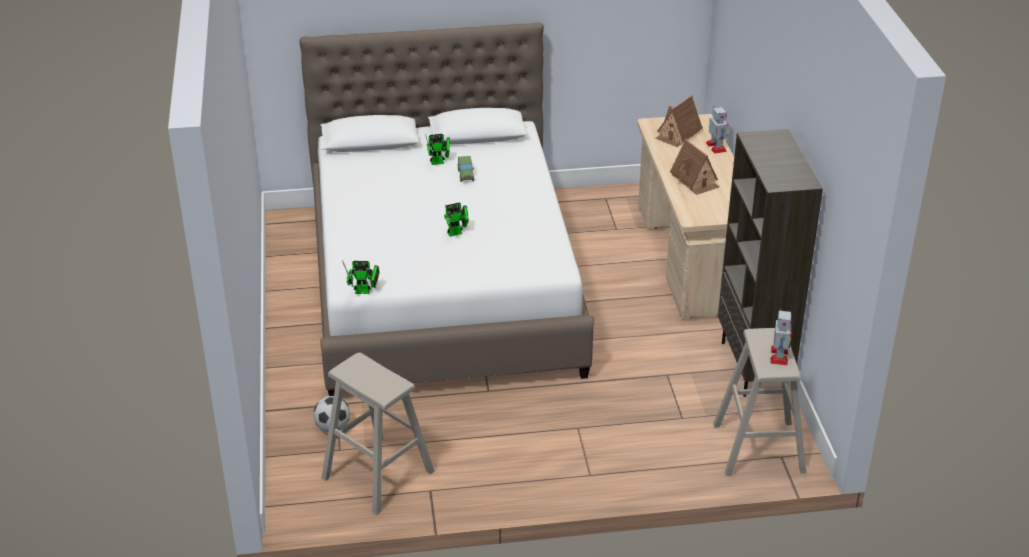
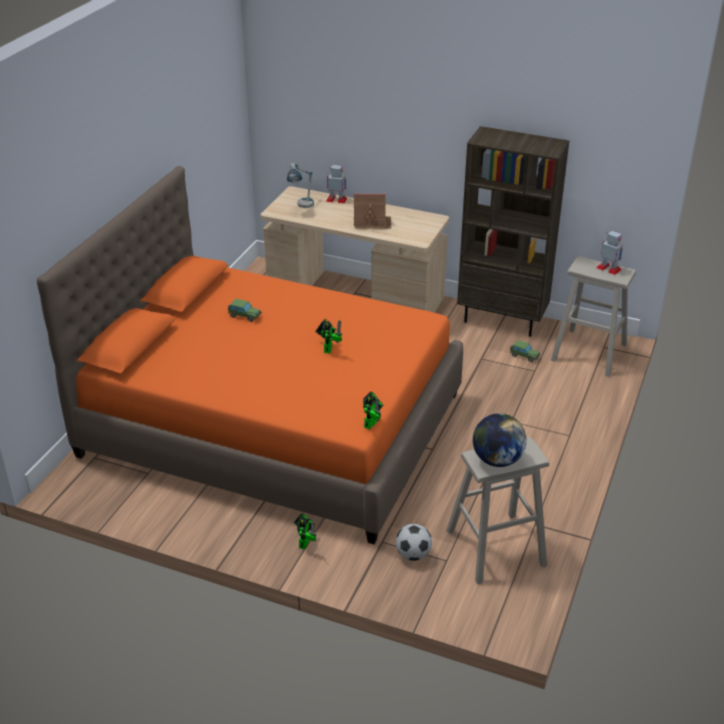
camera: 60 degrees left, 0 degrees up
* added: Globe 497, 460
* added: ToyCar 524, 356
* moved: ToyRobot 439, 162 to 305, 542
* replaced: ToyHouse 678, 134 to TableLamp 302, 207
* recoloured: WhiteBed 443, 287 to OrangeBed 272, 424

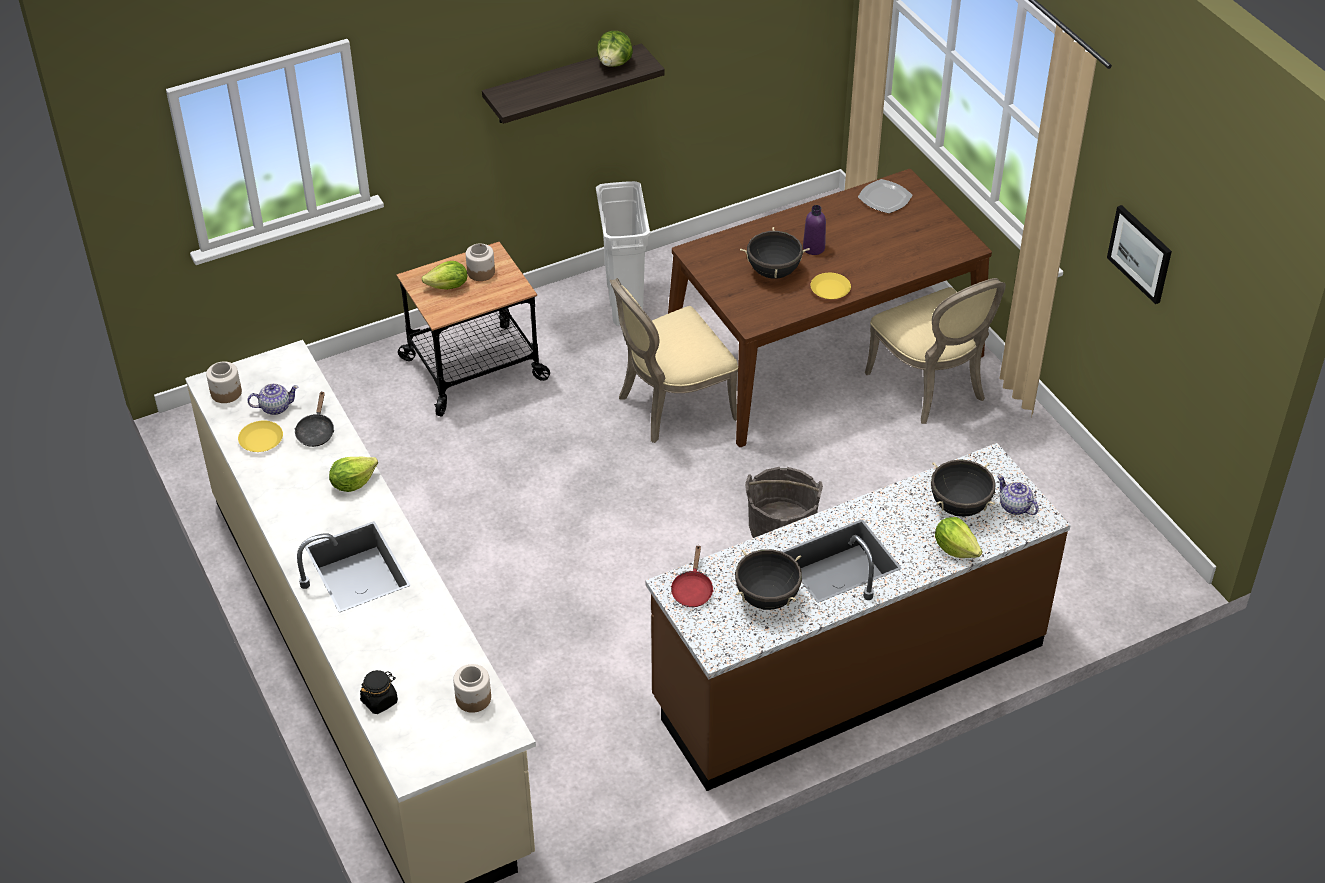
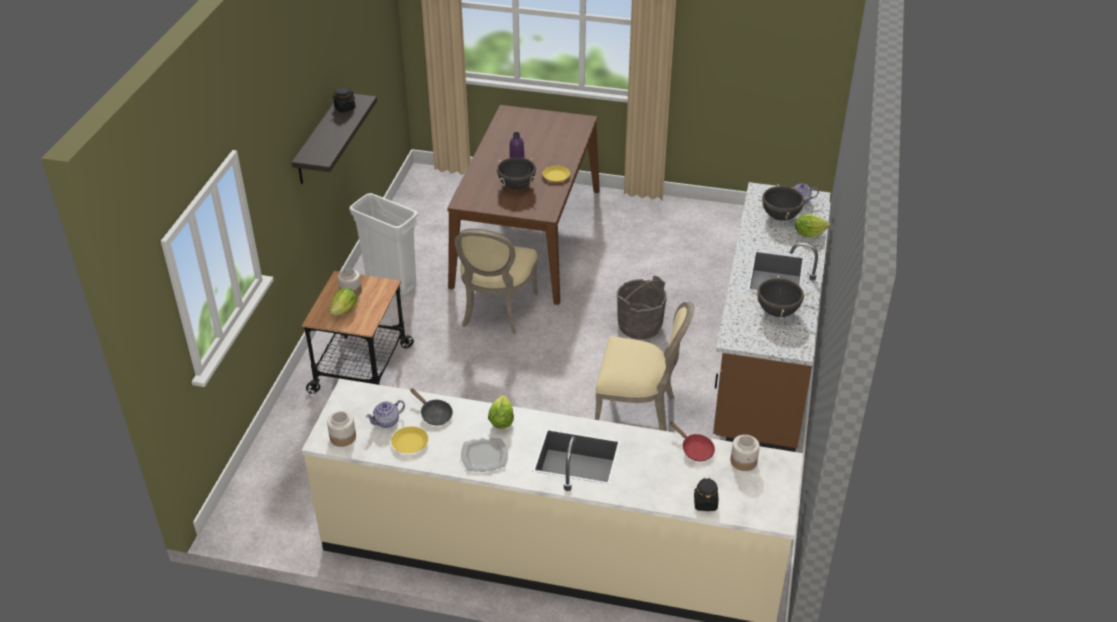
camera: 50 degrees left, 5 degrees down
* removed: Picture 1140, 253
* moved: RedFryingPan 692, 590 to 694, 449
* moved: Plate 884, 198 to 484, 456
* moved: BeigeChair 931, 387 to 638, 412
* replaced: Lettuce 615, 63 to BlackJar 344, 108
* turned: Teapot 275, 407 = 387, 421 150 degrees counterclockwise

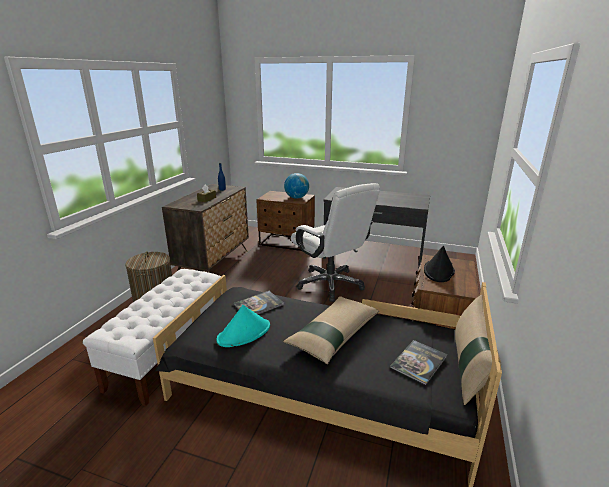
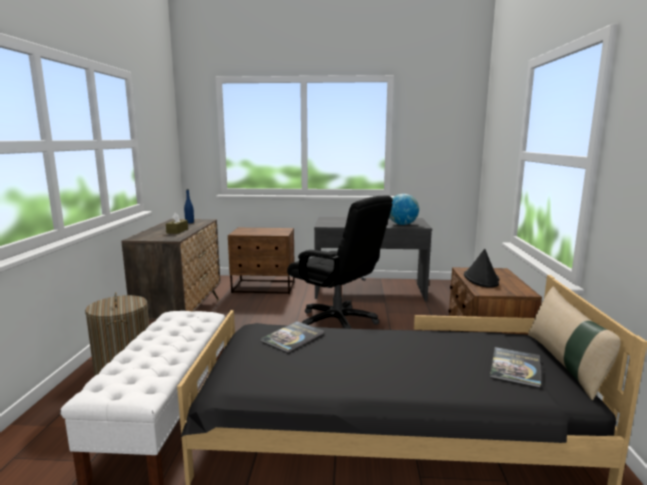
camera: 15 degrees left, 10 degrees down
* removed: TurquoiseHat 244, 333
* removed: BeigePillow 333, 335
* moved: Globe 296, 197 to 402, 224
* recoloured: WhiteOfficeChair 330, 284 to BlackOfficeChair 338, 322

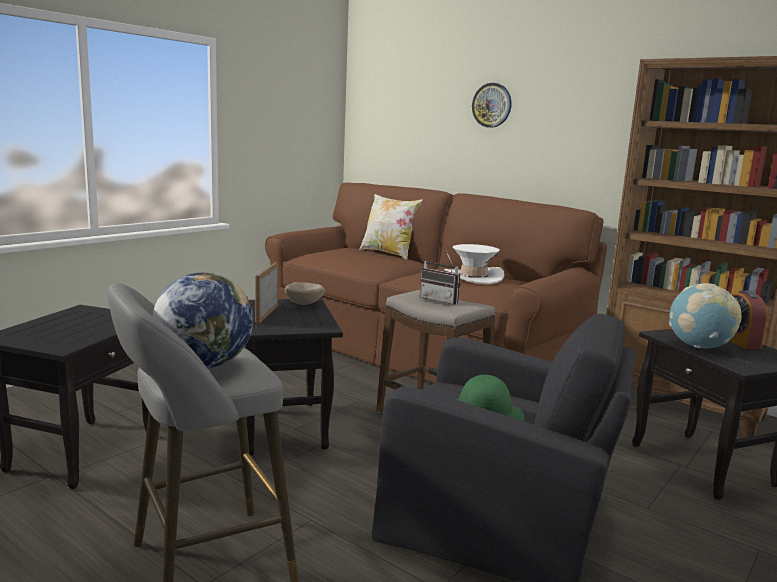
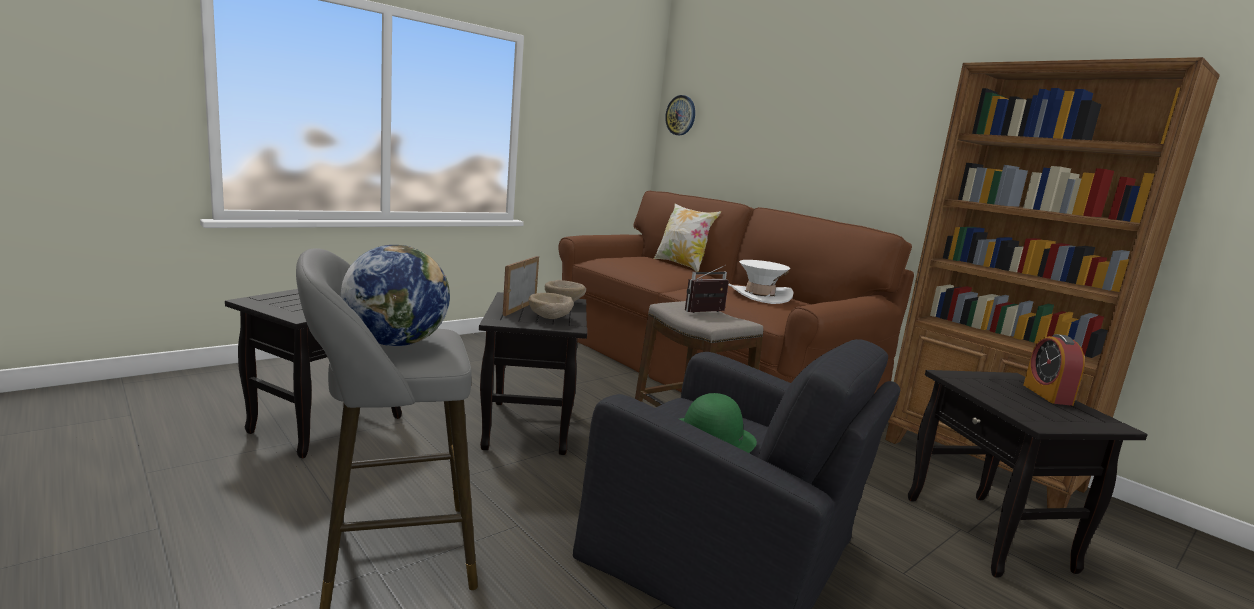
camera: 10 degrees right, 0 degrees up
* removed: Globe 699, 347
* added: BeigeBowl 549, 318
* moved: WallClock 492, 105 to 681, 115
* turned: Radio 441, 300 = 707, 313 105 degrees clockwise

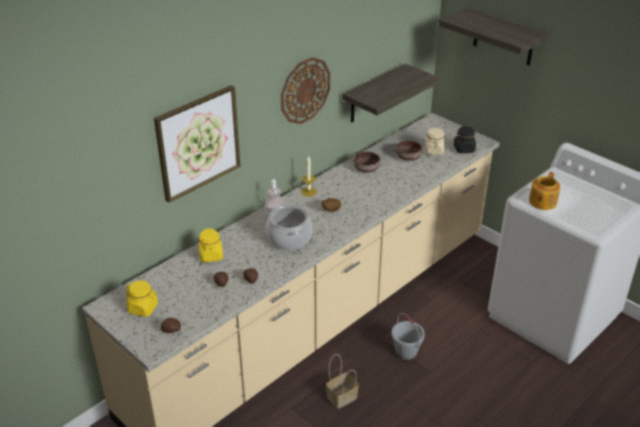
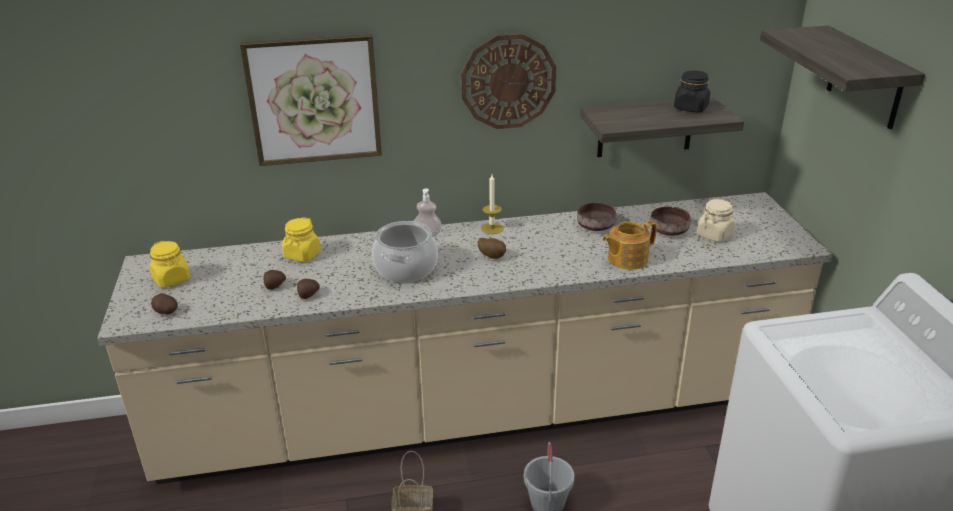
camera: 35 degrees right, 5 degrees down
* moved: BlackJar 464, 149 to 691, 108
* moved: Teapot 542, 202 to 626, 259

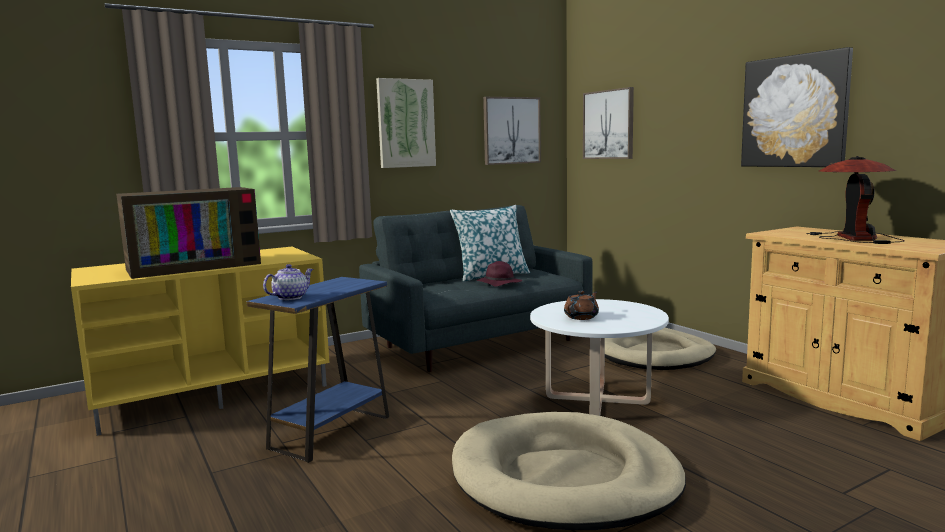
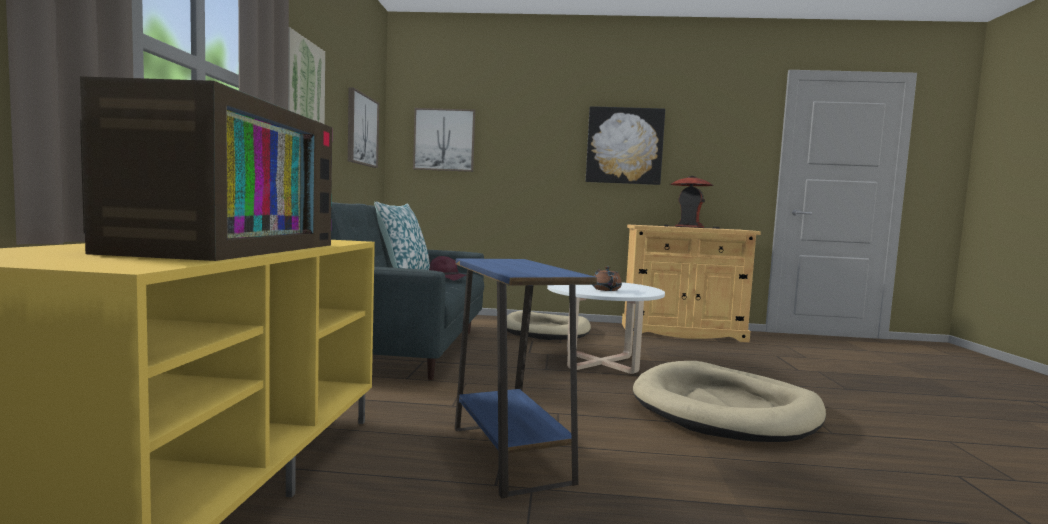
camera: 55 degrees left, 5 degrees down
* removed: Teapot 290, 297

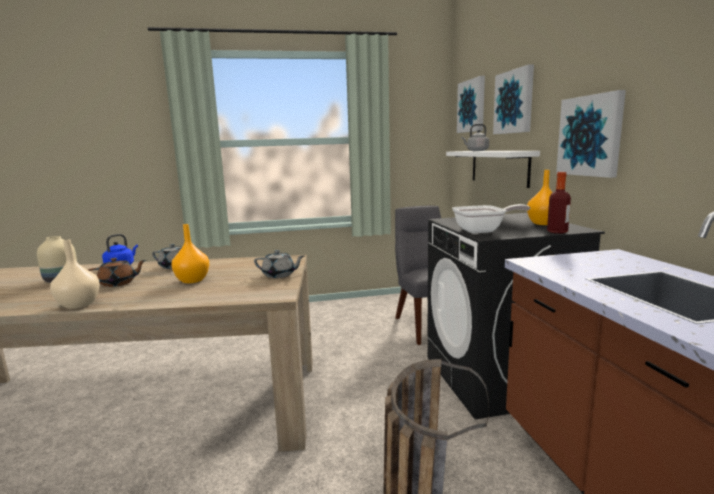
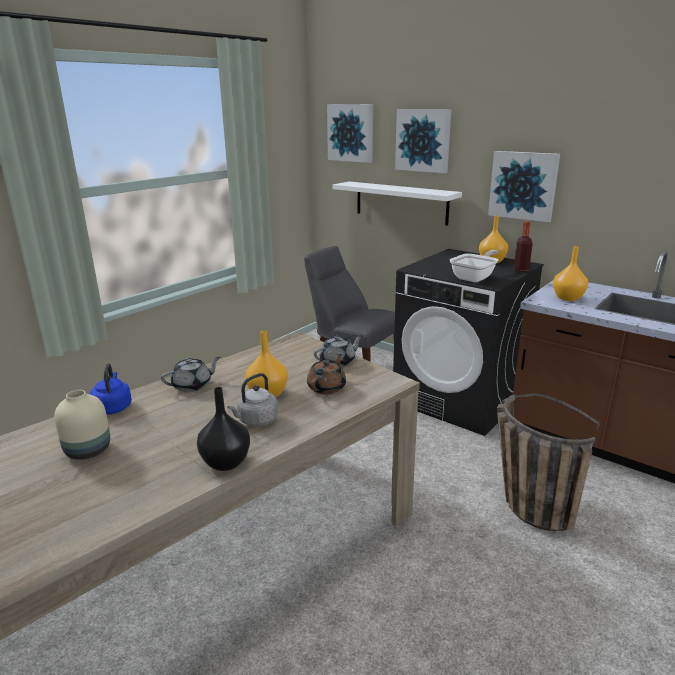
camera: 40 degrees left, 10 degrees up
* added: OrangeVase 568, 298
* moved: BrownTeapot 118, 283 to 327, 387
* moved: GreyKettle 476, 151 to 256, 421
* recoloured: BeigeVase 78, 305 to BlackVase 224, 463

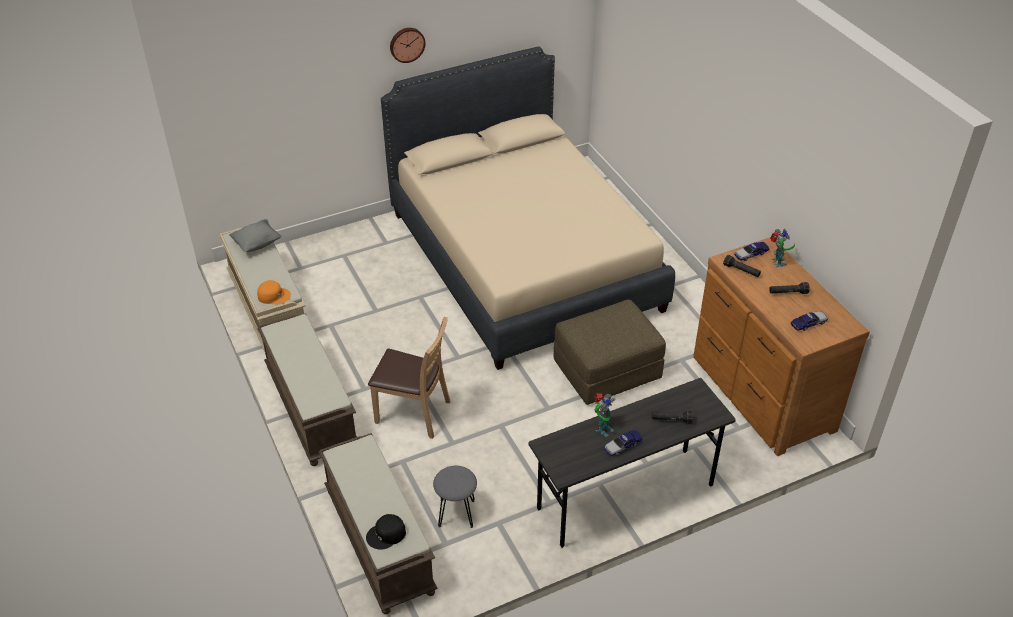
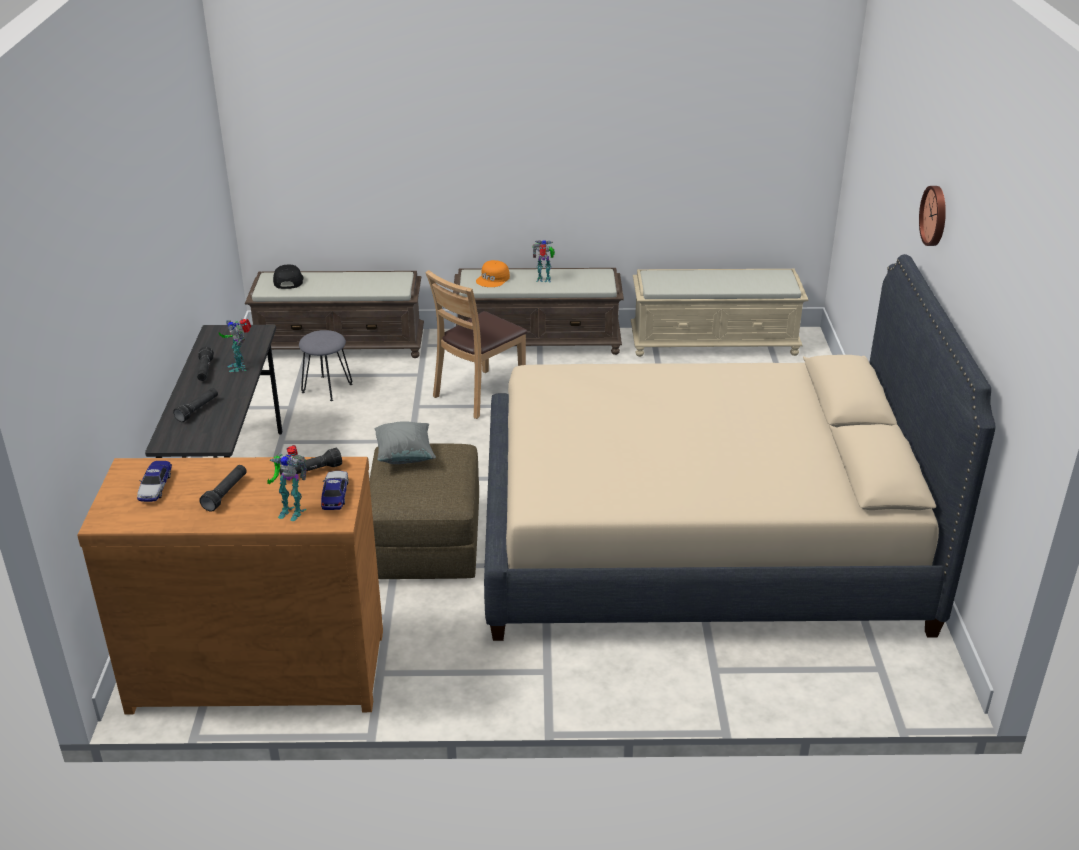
camera: 115 degrees right, 10 degrees down
* added: ToyRobot 544, 280
* moved: GreyPillow 257, 243 to 405, 456
* moved: OrangeCap 273, 295 to 493, 279
* replaced: ToyCar 622, 445 to BlackFlashlight 205, 371

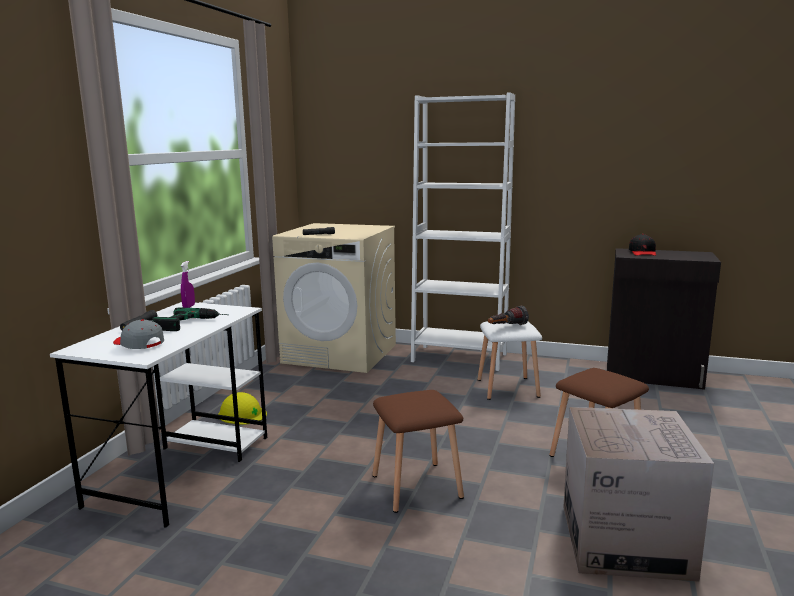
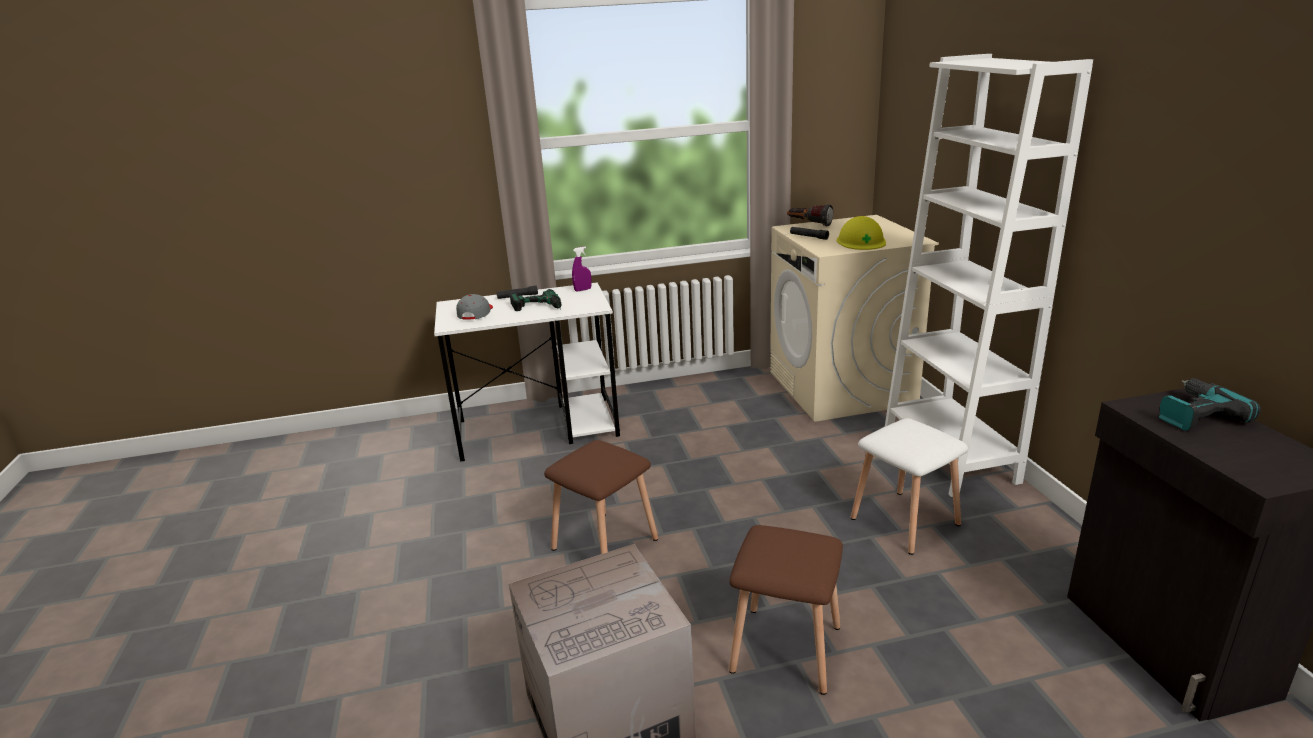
camera: 60 degrees right, 10 degrees up
* moved: YellowHardHat 242, 414 to 861, 241
* moved: Flashlight 506, 327 to 808, 224
* replaced: BlackCap 643, 252 to PowerDrill 1194, 414

